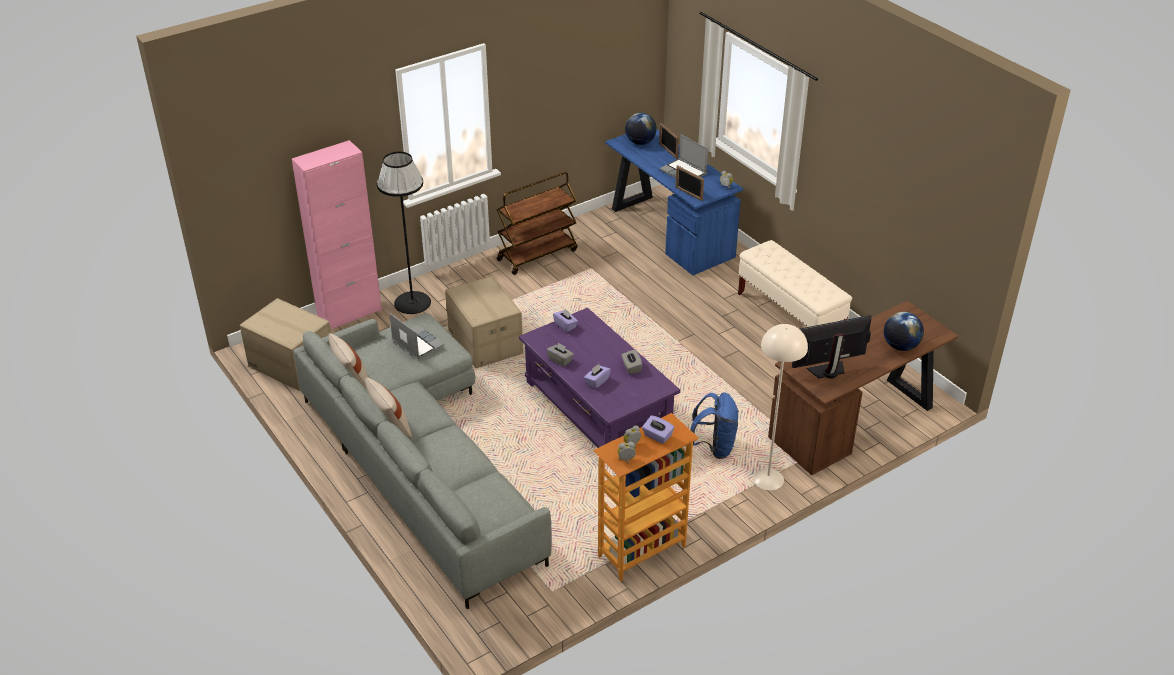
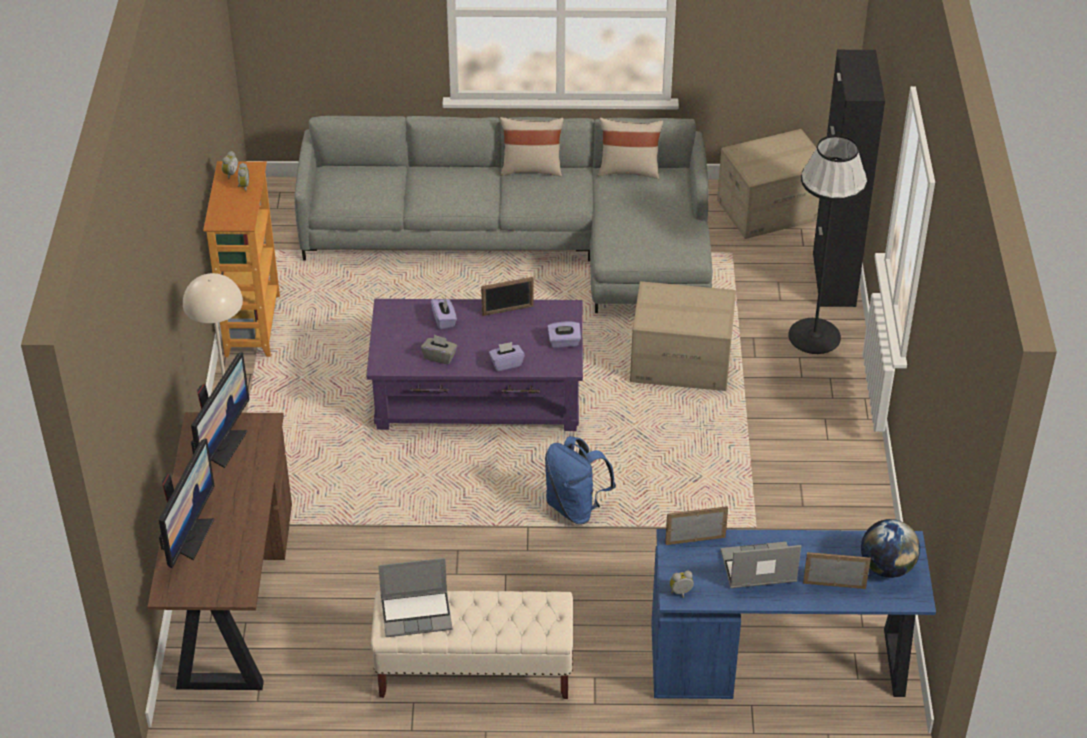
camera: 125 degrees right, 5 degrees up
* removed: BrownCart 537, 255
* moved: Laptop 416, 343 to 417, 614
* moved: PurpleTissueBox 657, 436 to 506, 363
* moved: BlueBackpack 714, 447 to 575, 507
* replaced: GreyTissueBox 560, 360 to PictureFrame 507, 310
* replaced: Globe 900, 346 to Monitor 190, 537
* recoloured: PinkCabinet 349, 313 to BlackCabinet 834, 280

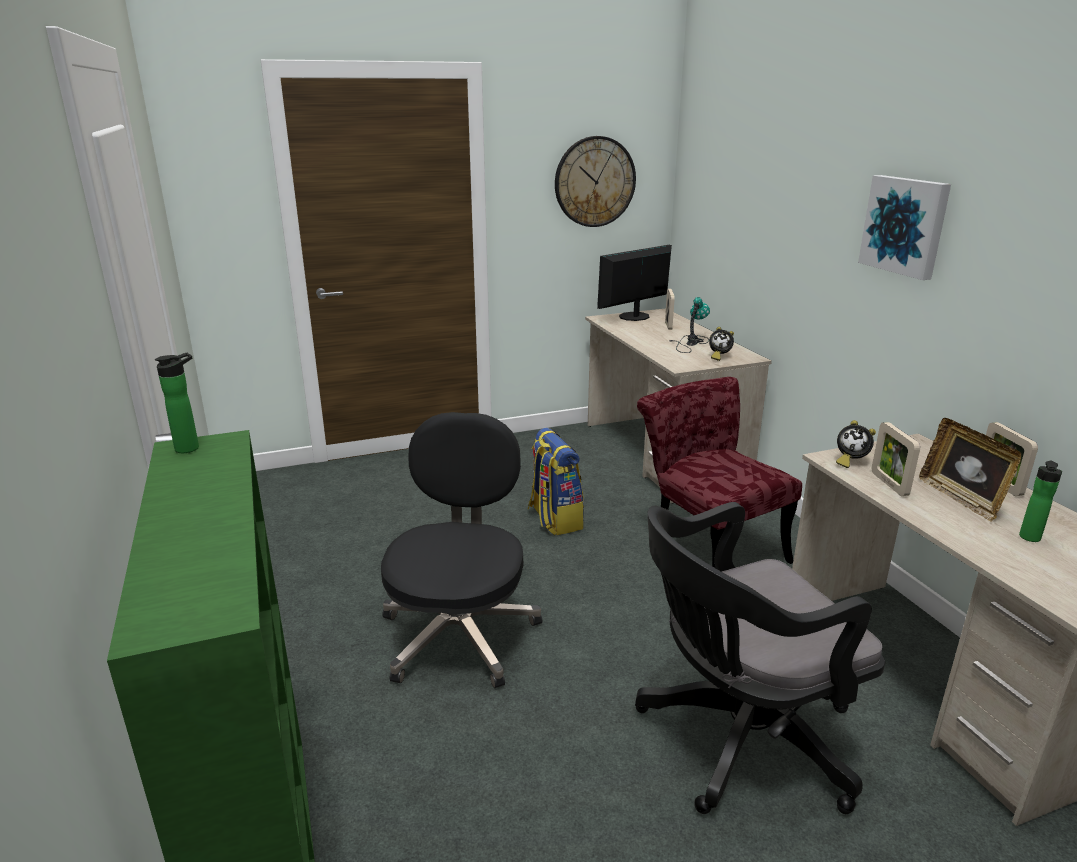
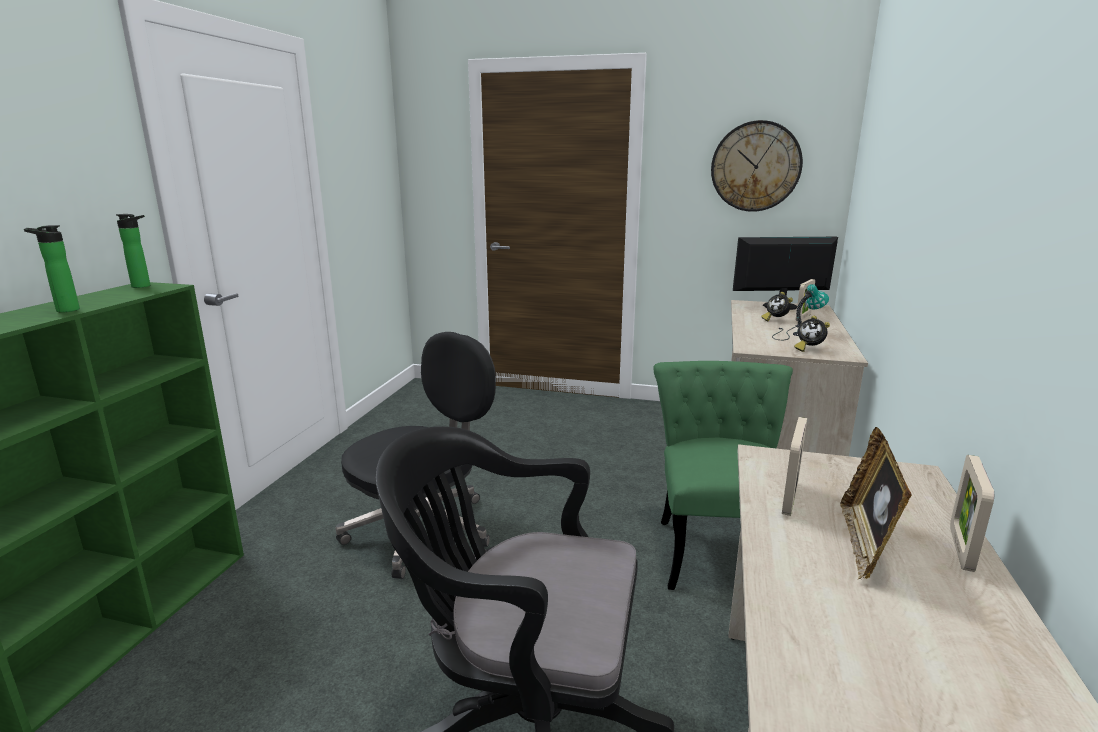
camera: 35 degrees right, 5 degrees down
* removed: Backpack 554, 519
* removed: Picture 905, 225
* moved: AlarmClock 849, 461 to 775, 320
* moved: Bottle 1029, 539 to 64, 310
* recoloured: RedChair 708, 547 to GreenChair 718, 545

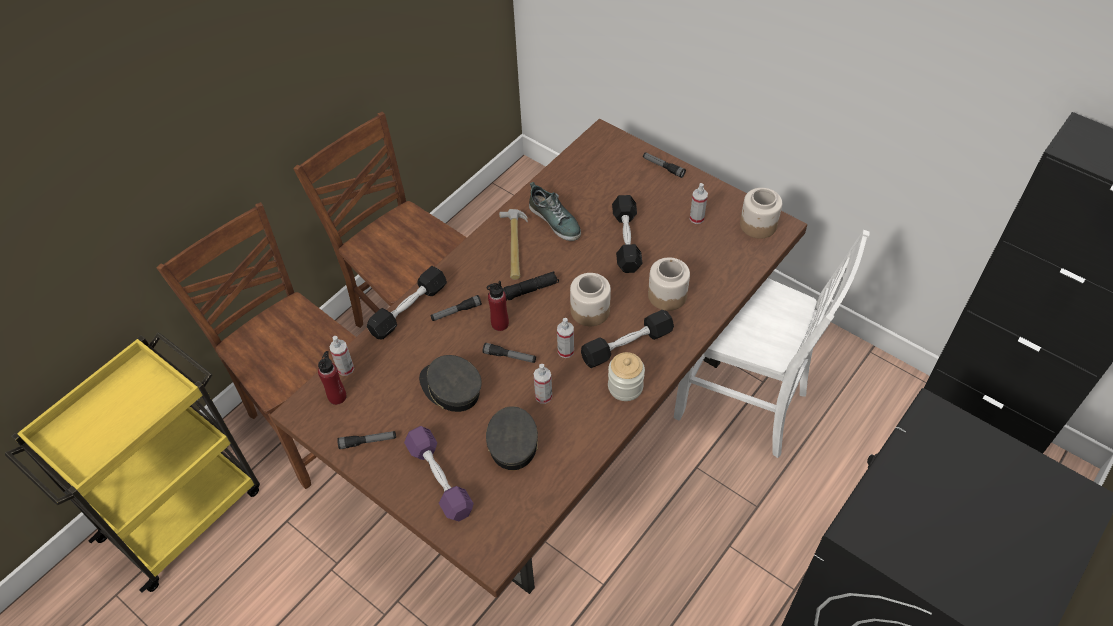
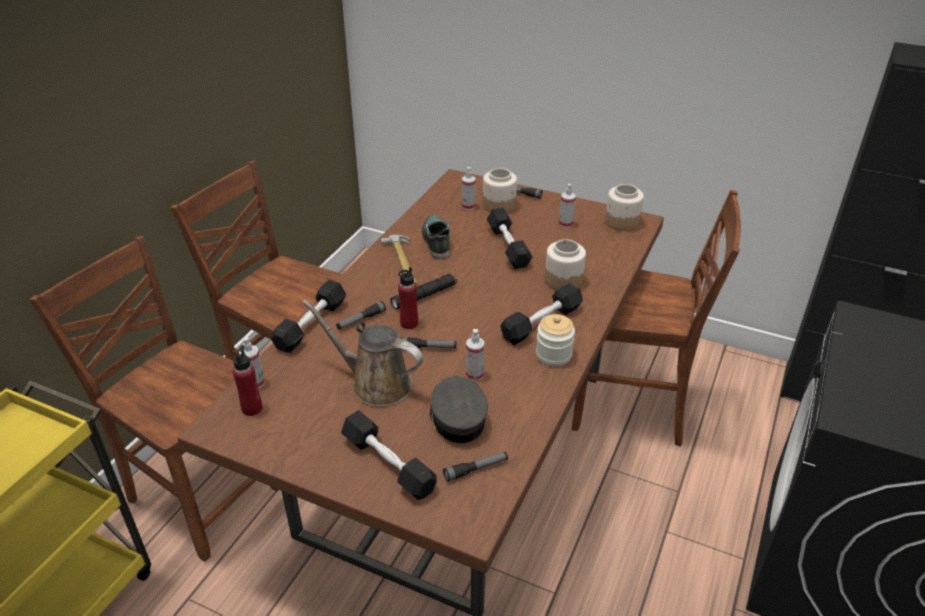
camera: 15 degrees left, 15 degrees down
* moved: Flashlight 368, 442 to 476, 469
* moved: SprayBottle 565, 351 to 468, 206
* moved: Jar 590, 311 to 499, 205
* replaced: GreyCap 451, 389 to BrownWateringCan 376, 383
* recoloured: PurpleDumbbell 439, 479 to BlackDumbbell 388, 464
* recoloured: WhiteChair 744, 405 to BrownChair 632, 409
* turned: Shoe 555, 220 = 435, 240 135 degrees counterclockwise

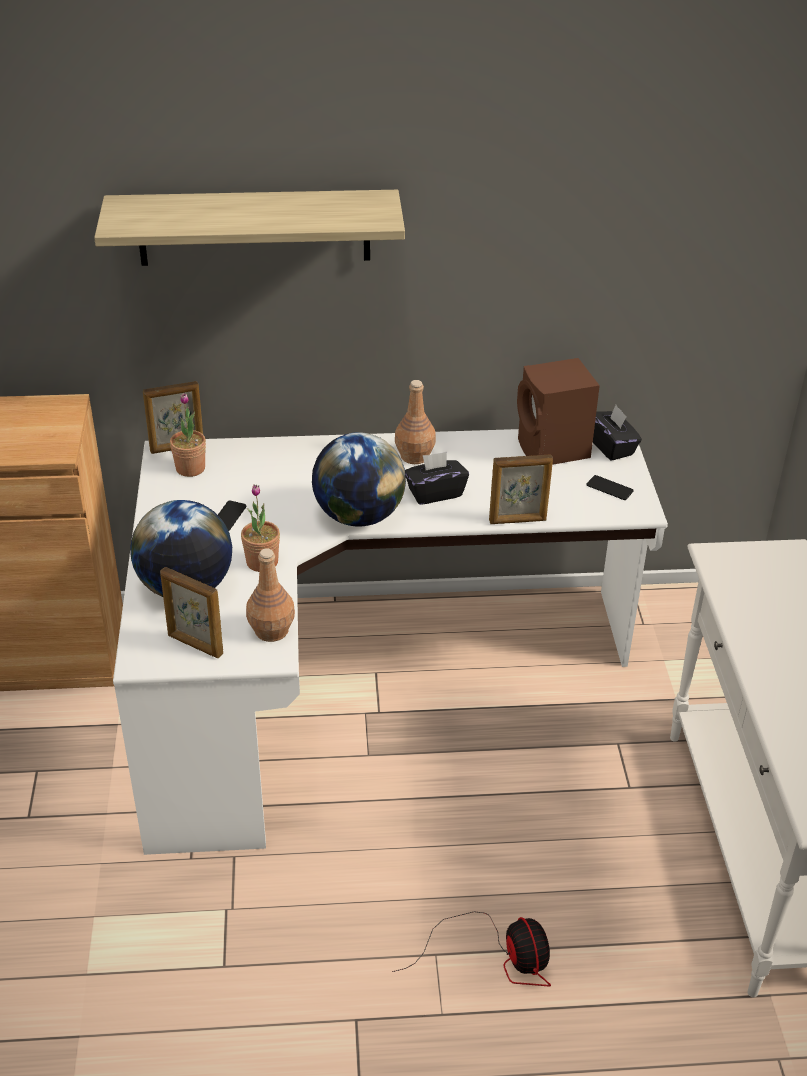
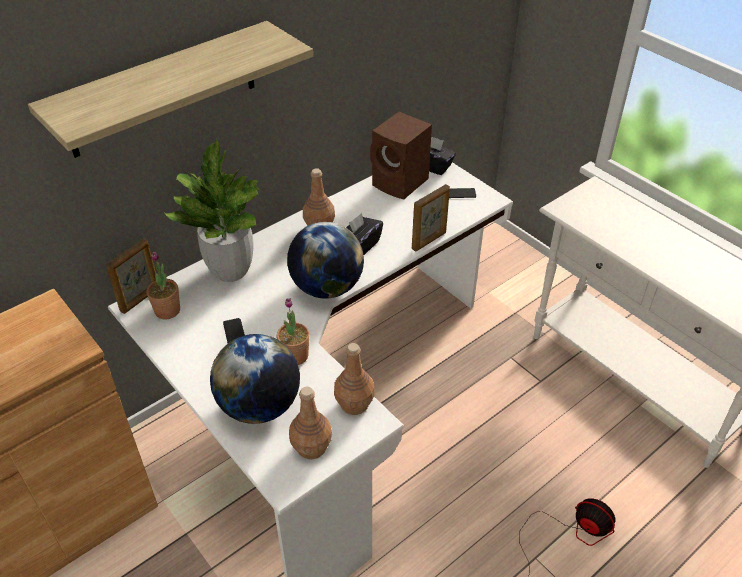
camera: 35 degrees left, 5 degrees up
* added: PottedPlant 230, 271
* replaced: PictureFrame 195, 645 to BrownBottle 312, 446

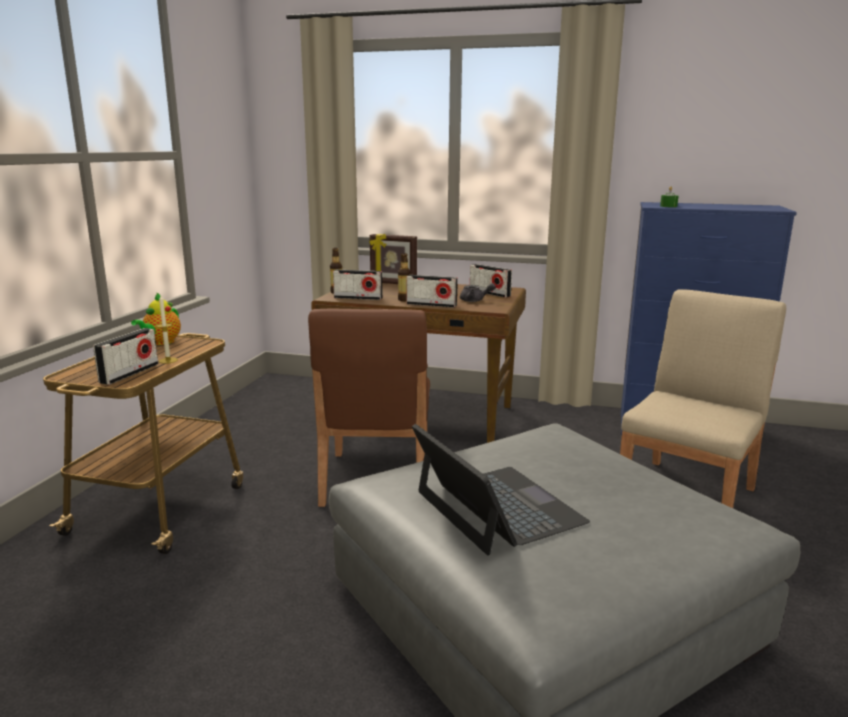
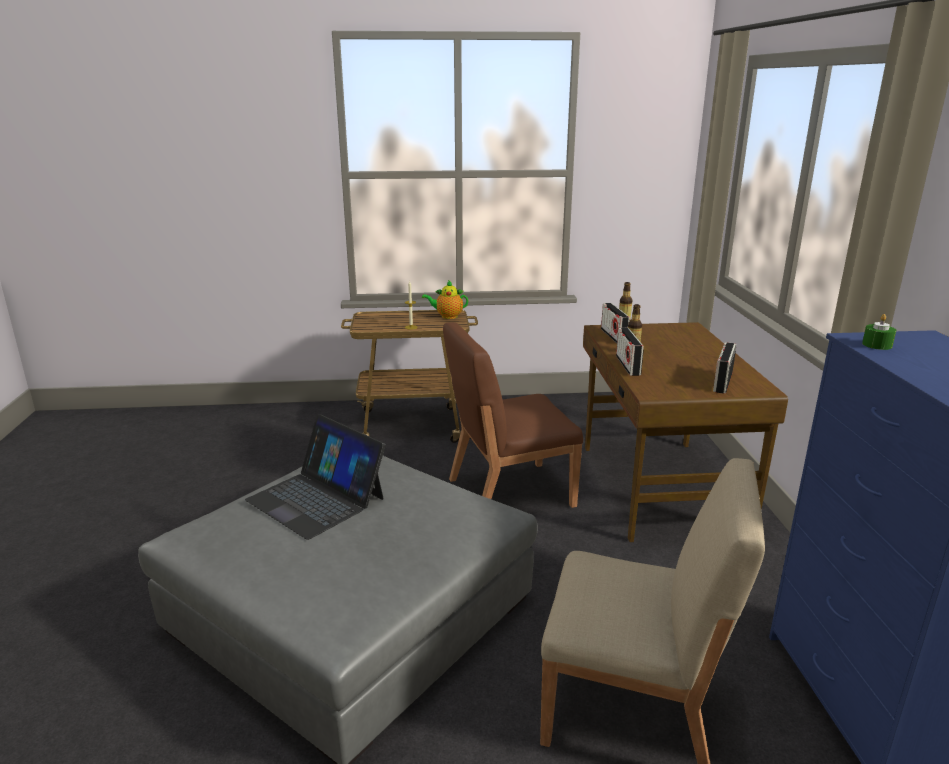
camera: 70 degrees right, 5 degrees up
* removed: Radio 129, 373
* removed: PictureFrame 393, 284
* removed: GreyTeapot 475, 300
* turned: Laptop 497, 507 = 316, 499 90 degrees clockwise

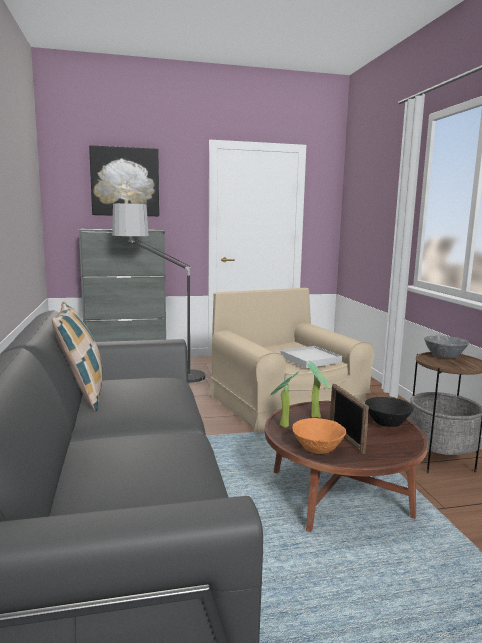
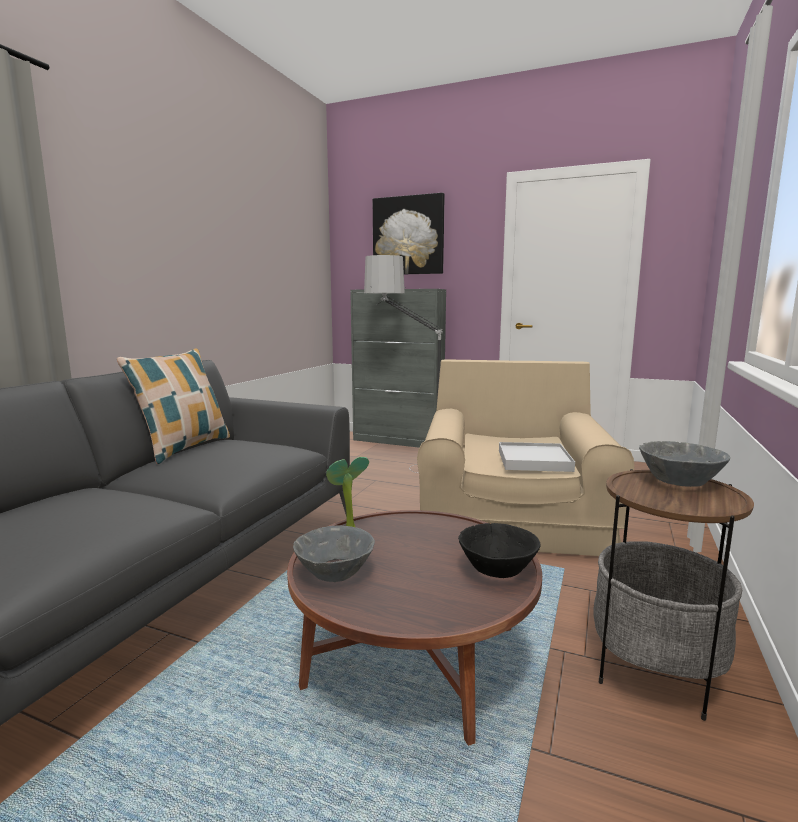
camera: 35 degrees right, 0 degrees up
* removed: PottedPlant 317, 416
* removed: PictureFrame 346, 438
* recoloured: OrangeBowl 317, 448 to GreyBowl 334, 571

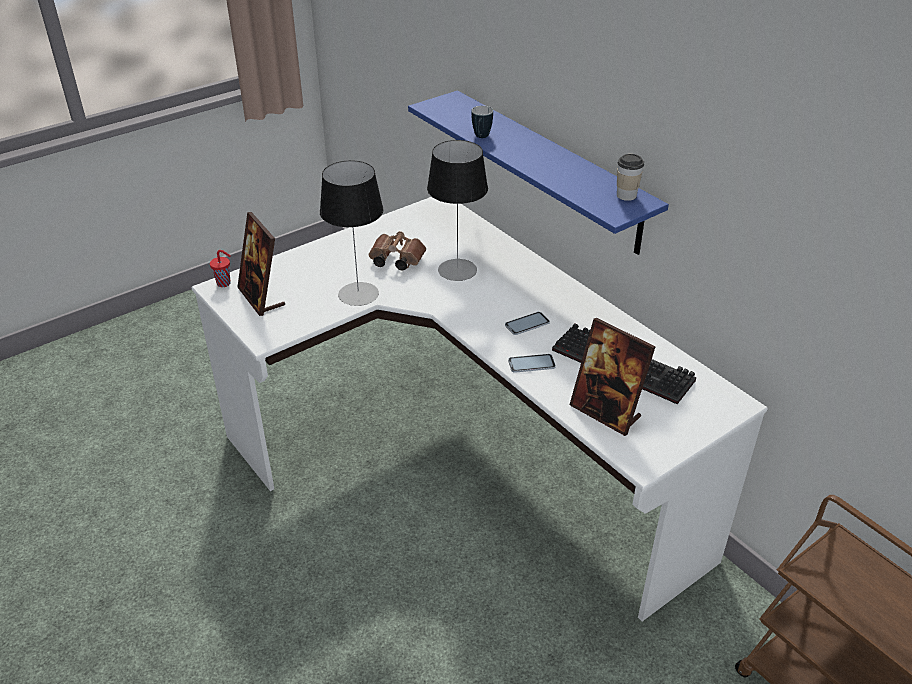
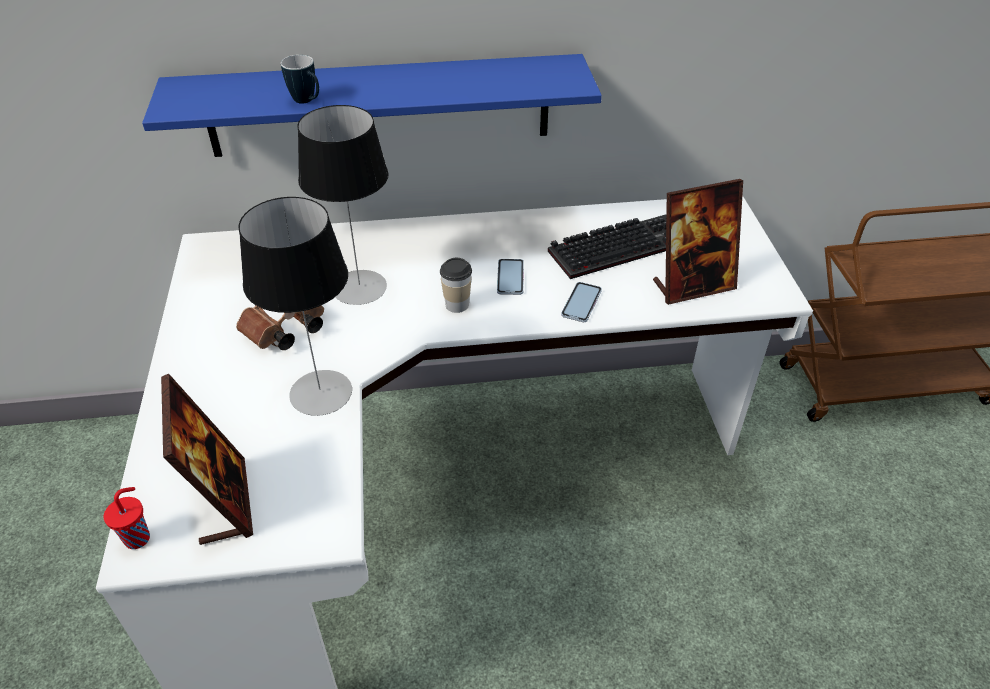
camera: 60 degrees left, 5 degrees up
* moved: Cup 626, 195 to 457, 304
* turned: PictureFrame 261, 297 = 223, 502 105 degrees counterclockwise

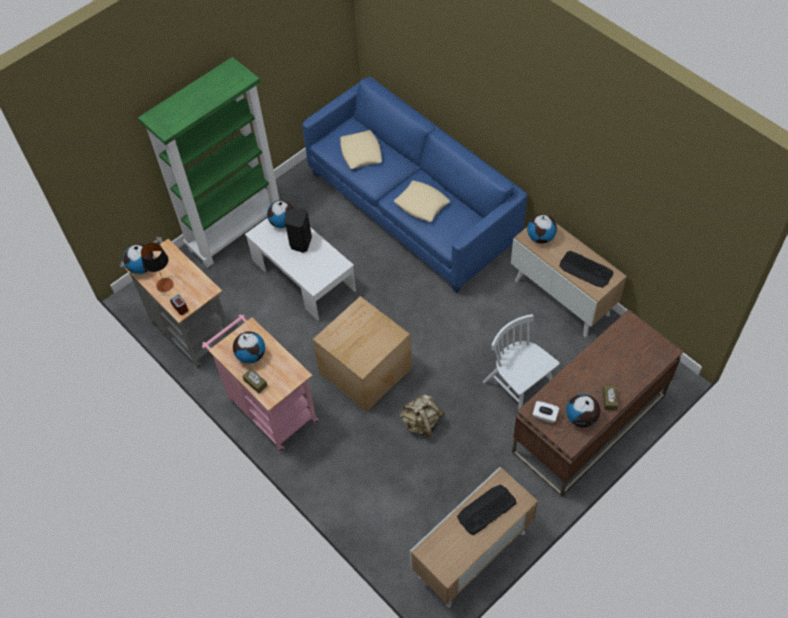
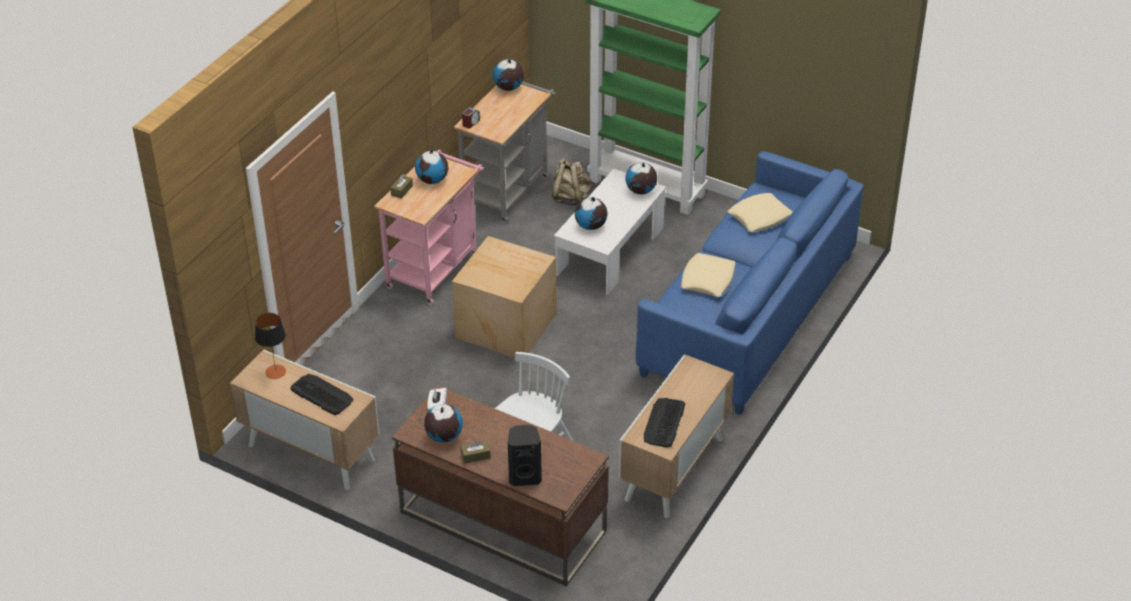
camera: 70 degrees right, 15 degrees down
* moved: TableLamp 164, 284 to 275, 372
* moved: BlackSpeaker 300, 243 to 525, 476
* moved: BeigeBackpack 422, 423 to 571, 198
* moved: Globe 541, 237 to 591, 226

